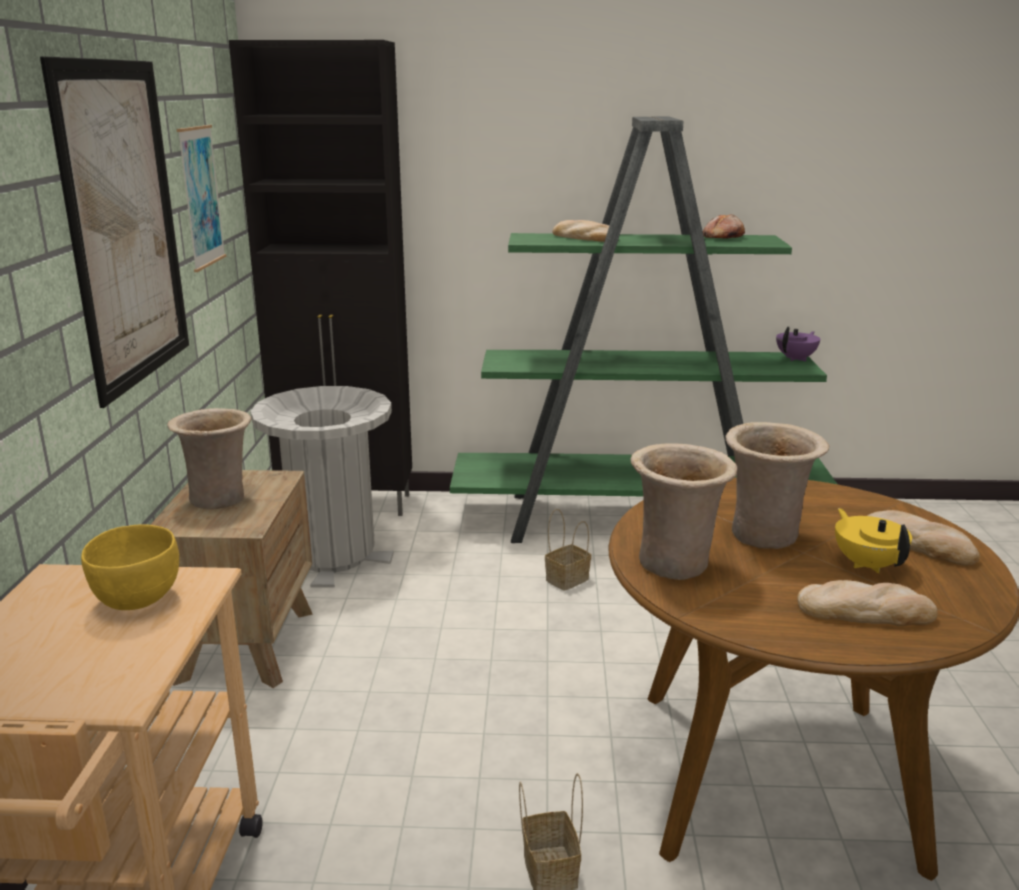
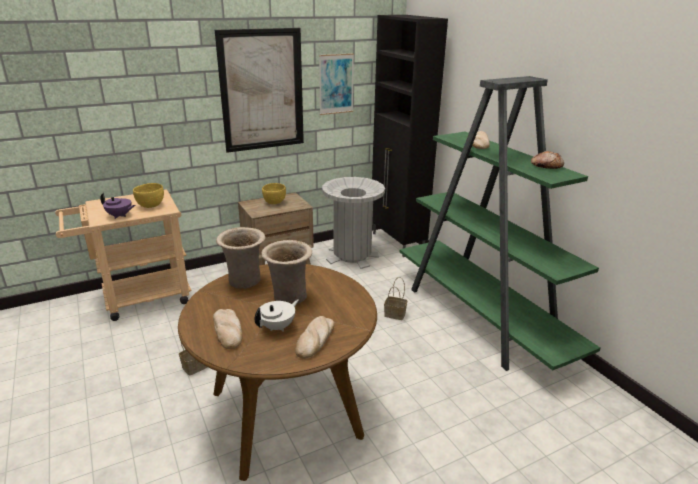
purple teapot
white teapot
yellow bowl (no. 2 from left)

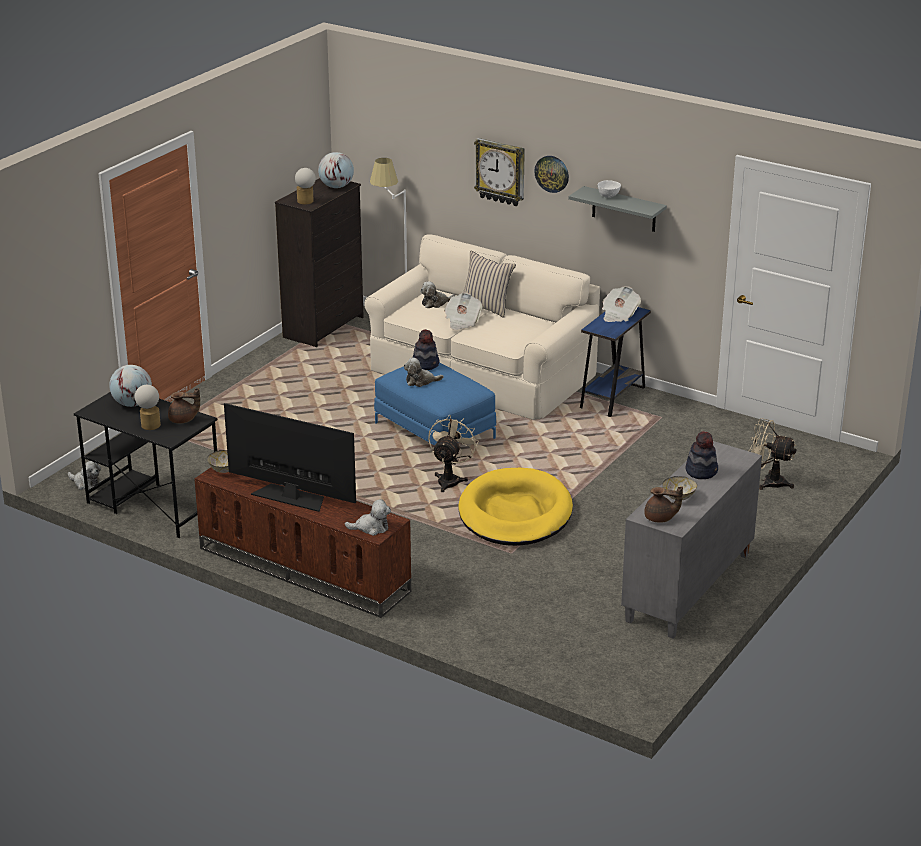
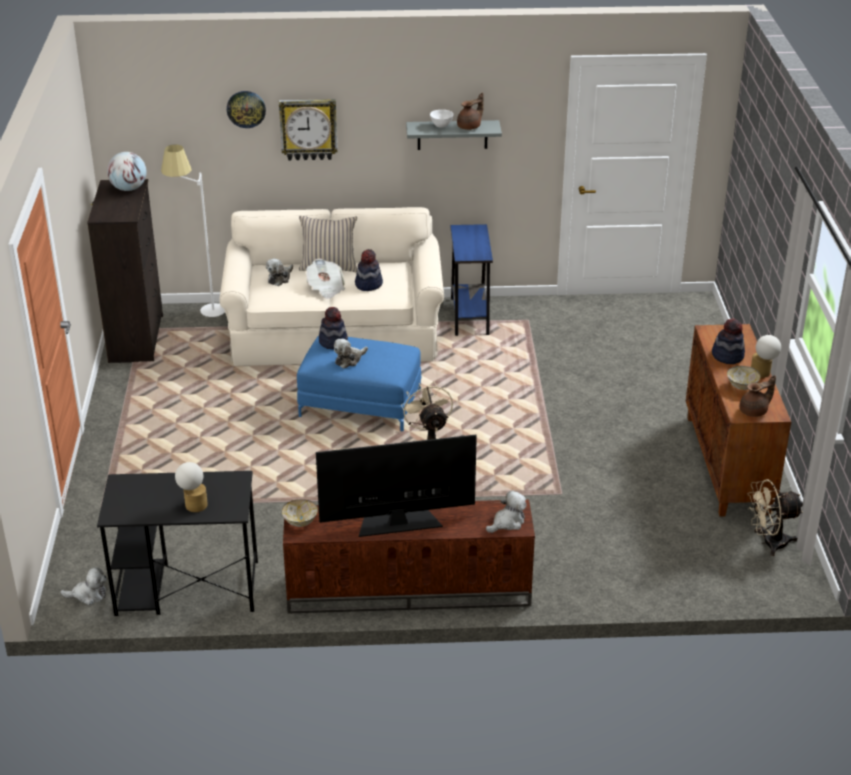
wall clock (no. 1 from left)
hat (no. 2 from left)
brown teapot (no. 1 from left)
brown cabinet
beige fan (no. 2 from left)
table lamp (no. 2 from left)
globe (no. 1 from left in the first image)
yellow dog bed
newspaper (no. 2 from left in the first image)

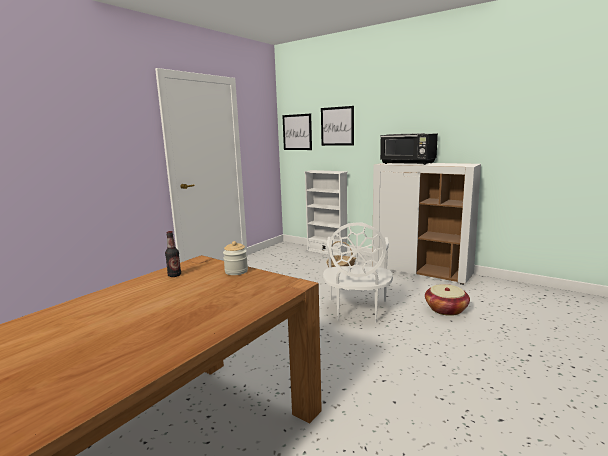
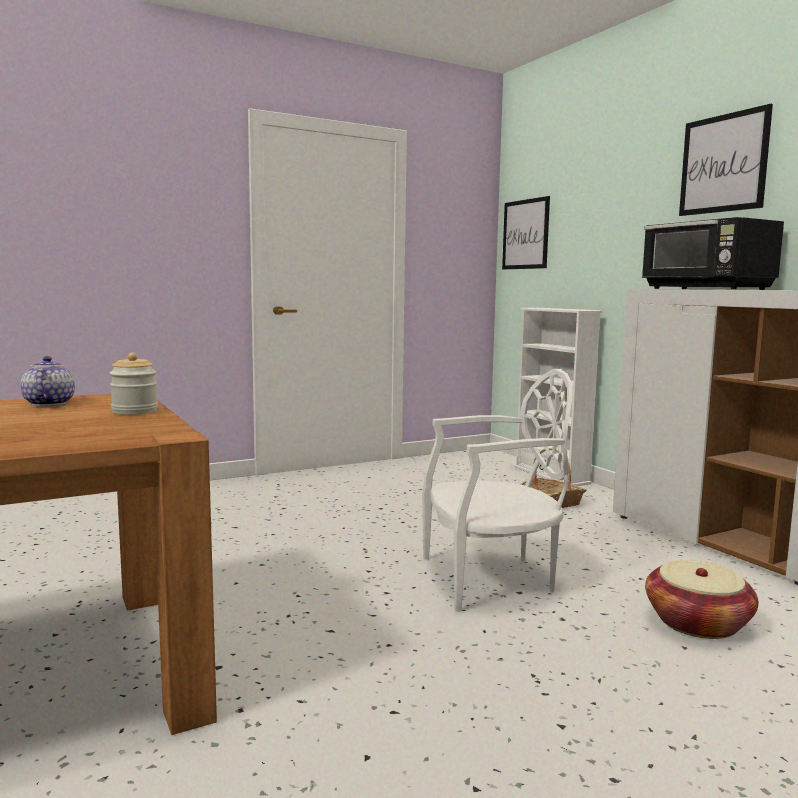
teapot
white chair
picture (no. 2 from left)

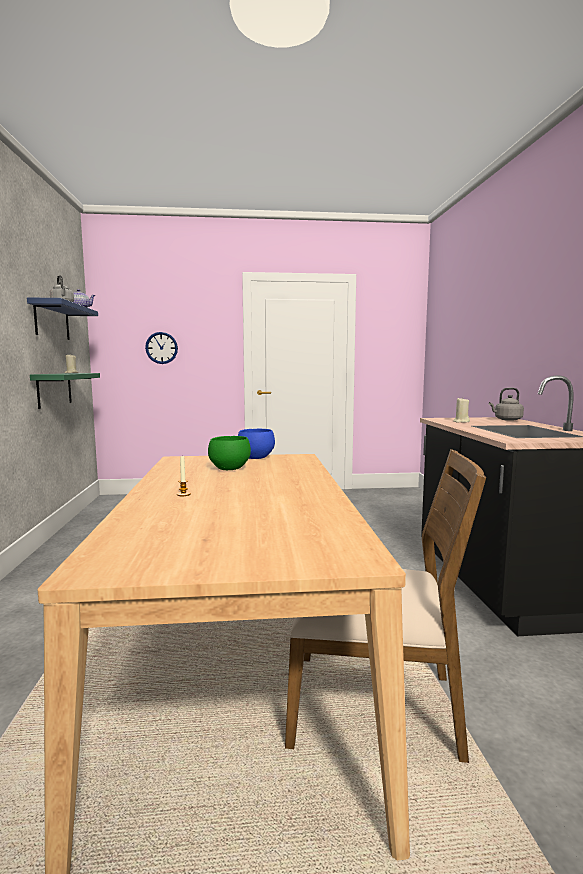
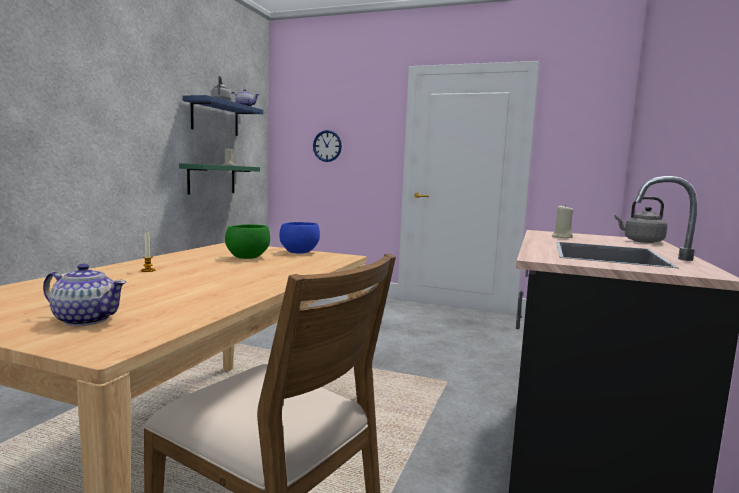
teapot (no. 1 from left)

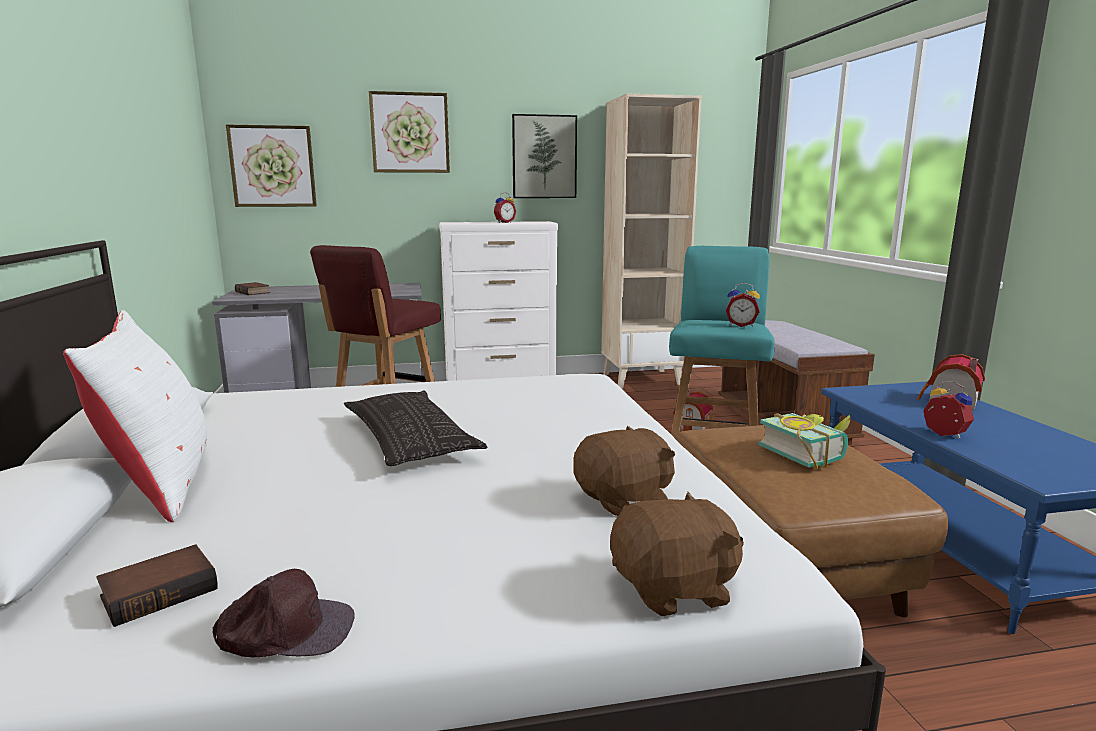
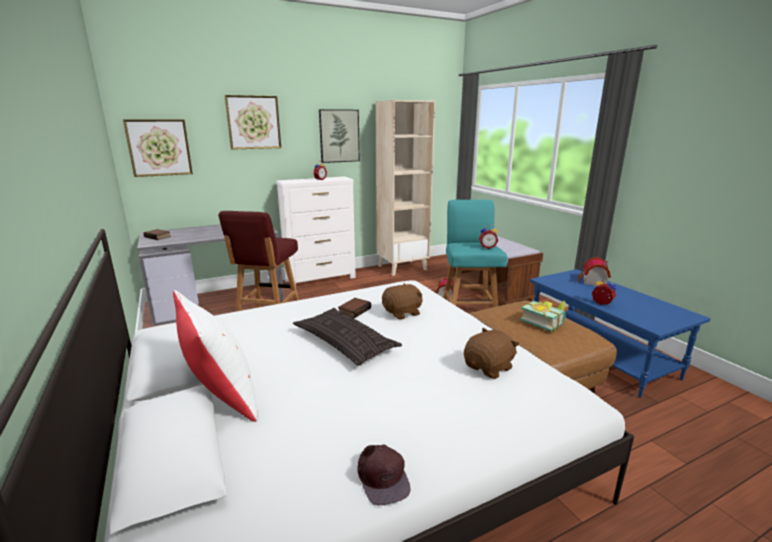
book (no. 2 from left)
brown cap
brown plush toy (no. 1 from left)

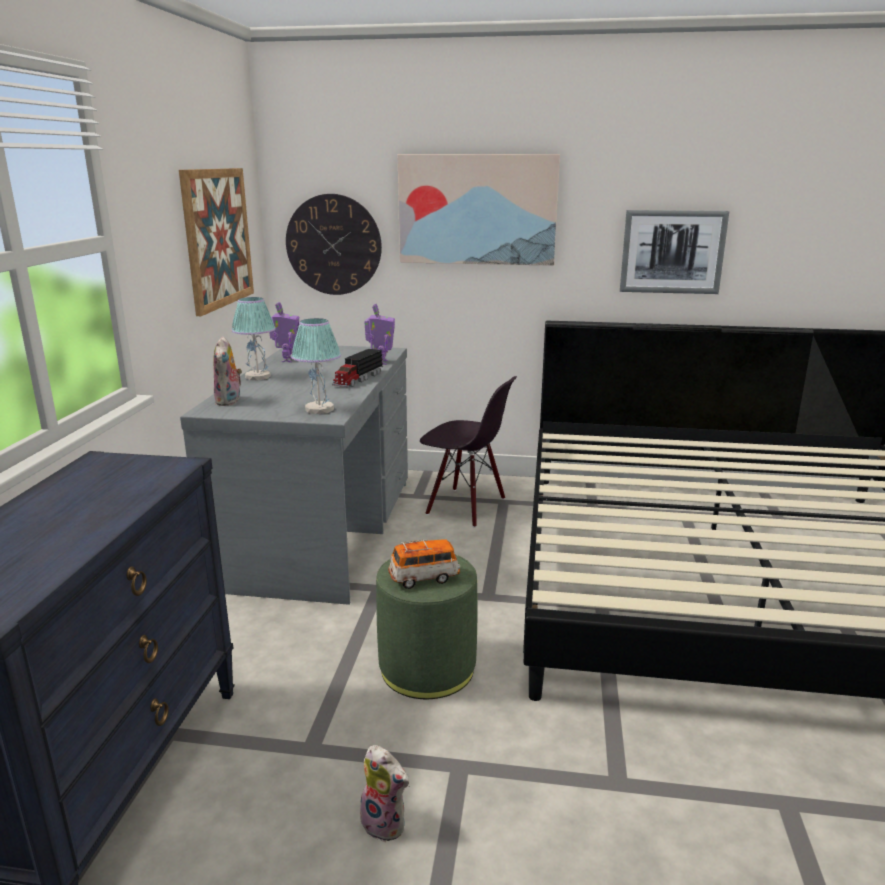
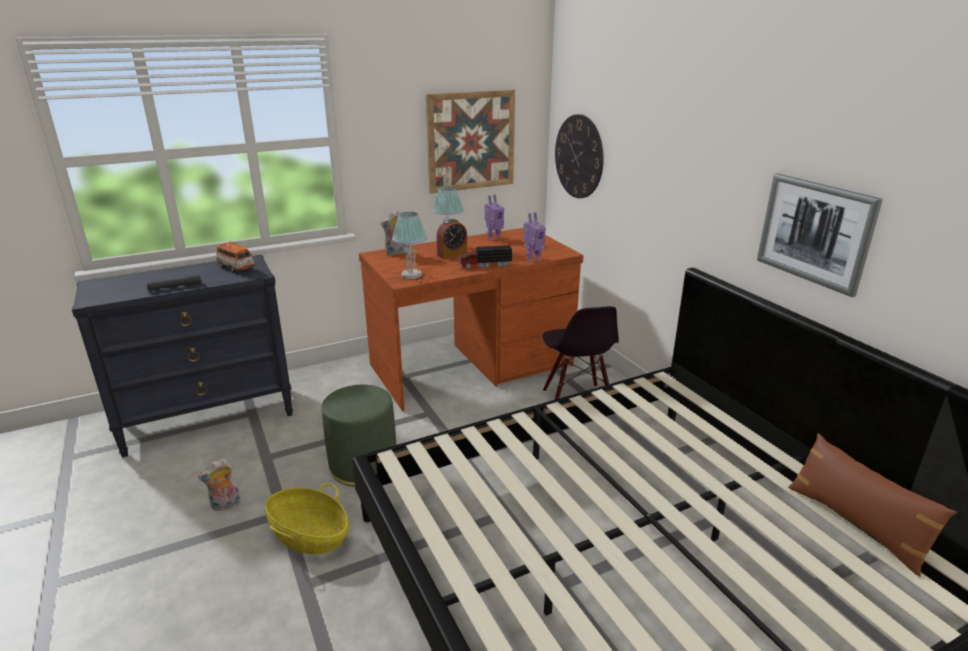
grey flashlight
plush toy (no. 1 from left)
toy car
basket
brown desk
alarm clock
brown pillow
picture (no. 2 from left in the first image)

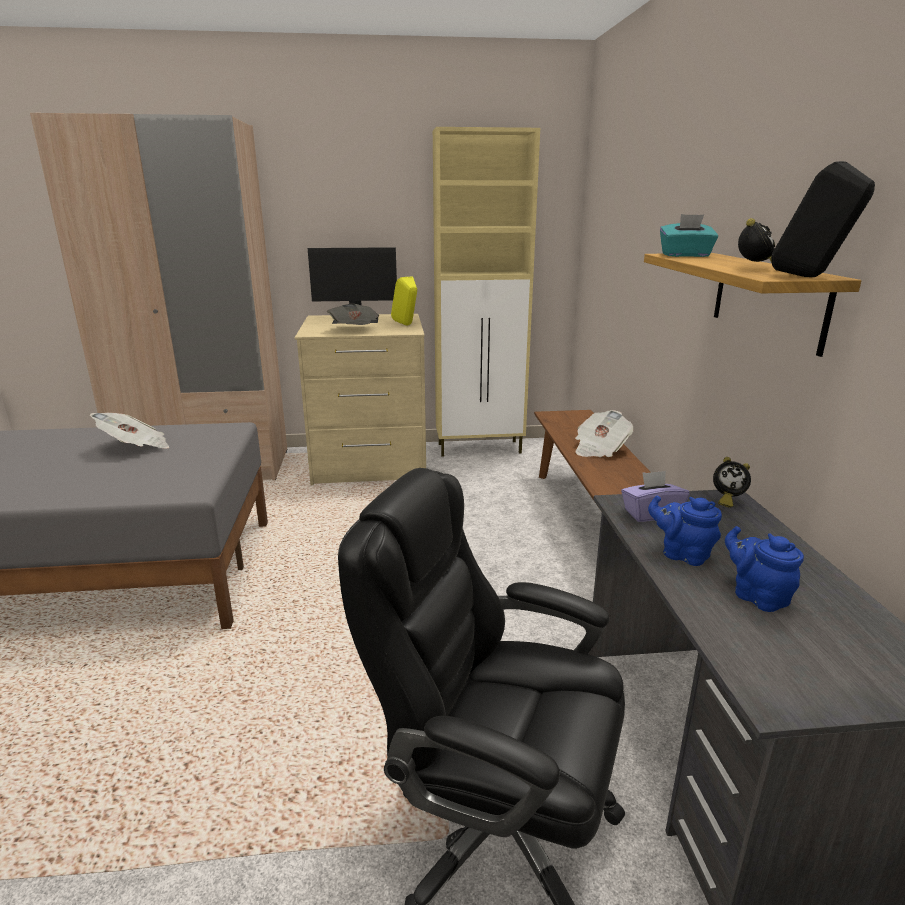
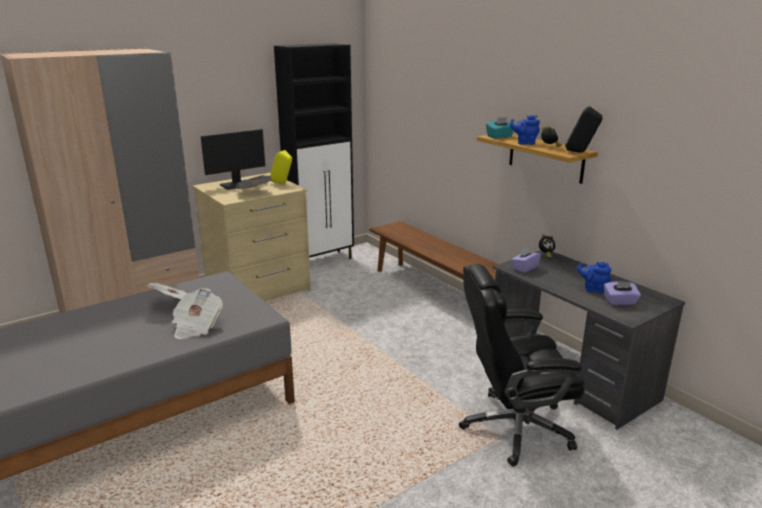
newspaper (no. 2 from left)
black cabinet
blue teapot (no. 1 from left)
purple tissue box (no. 2 from left)

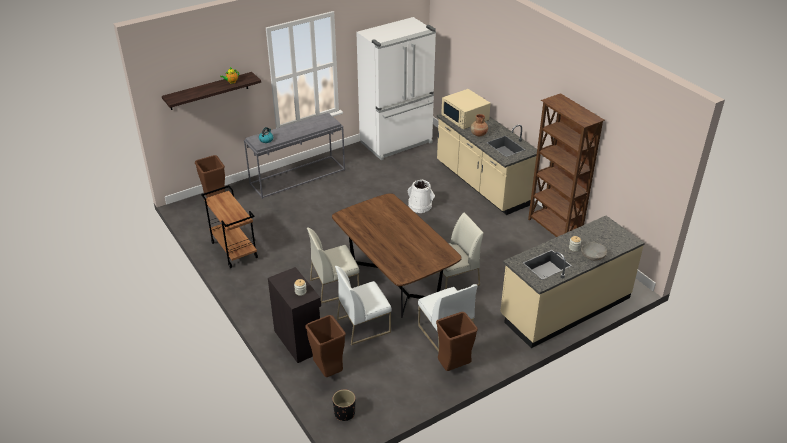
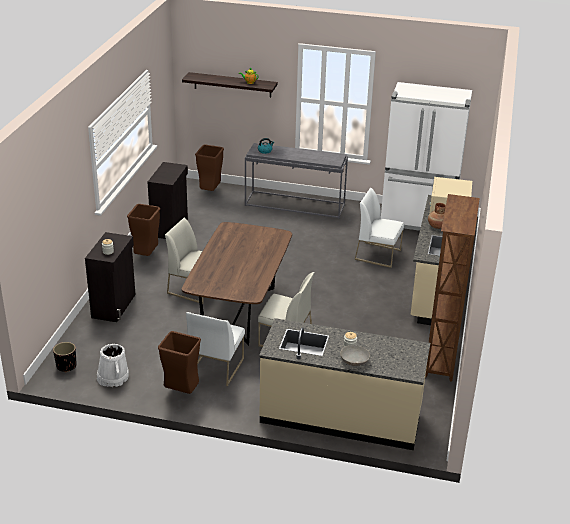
white bucket
brown trash can (no. 1 from left)
black cabinet (no. 2 from left)
white chair (no. 4 from left)

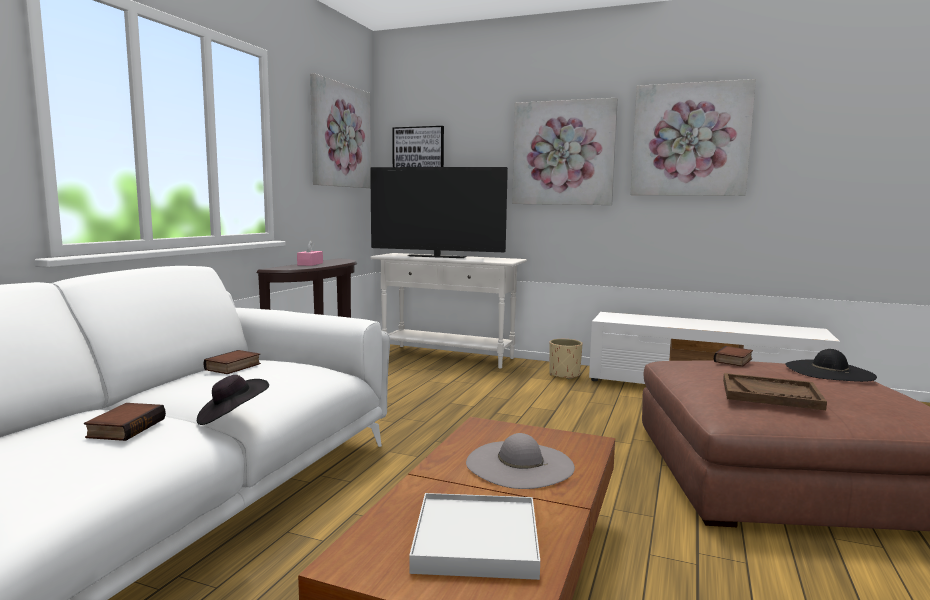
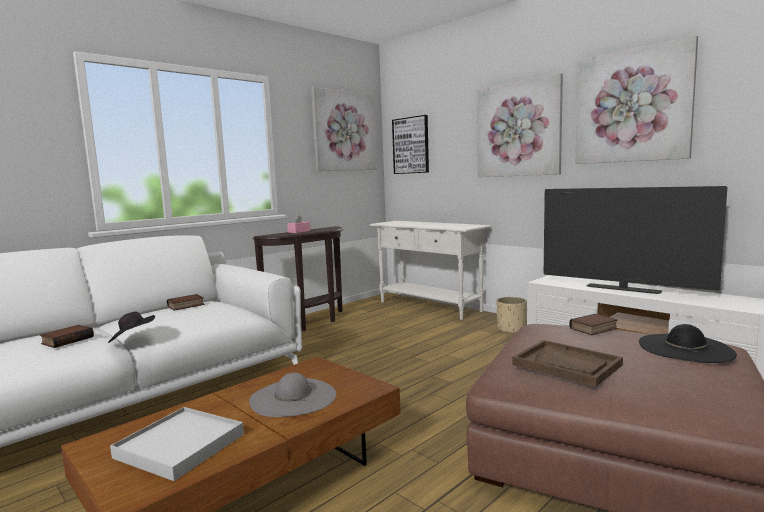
television

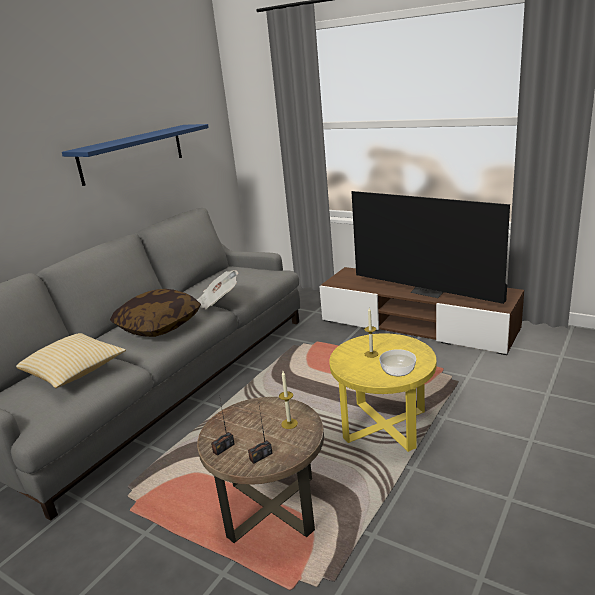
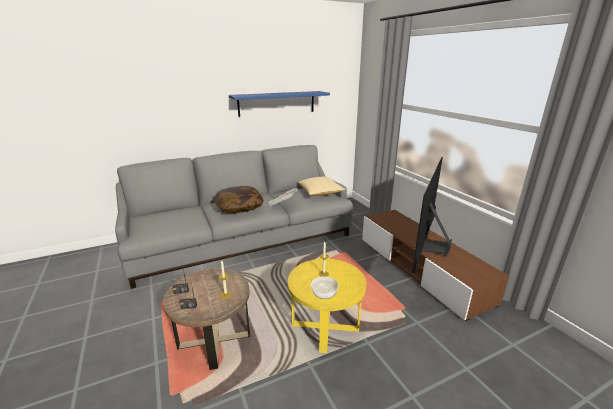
pillow (no. 2 from left)
television

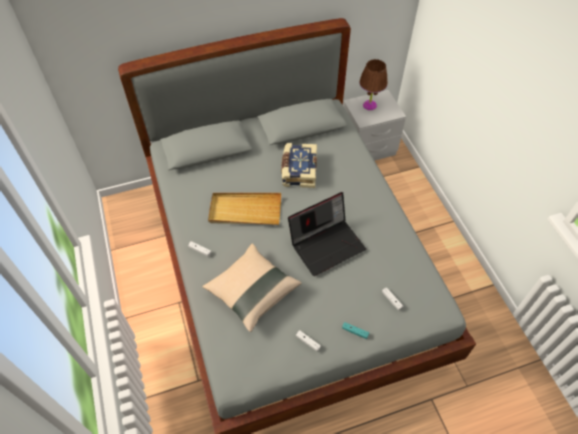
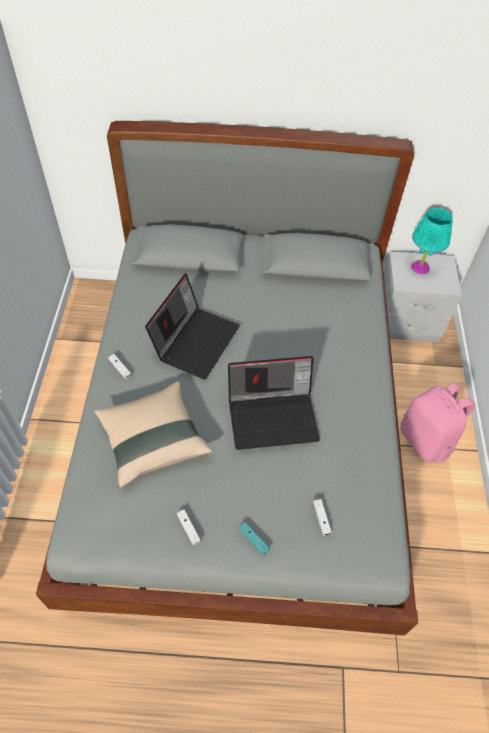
laptop (no. 1 from left)
pink backpack
turquoise table lamp
book

